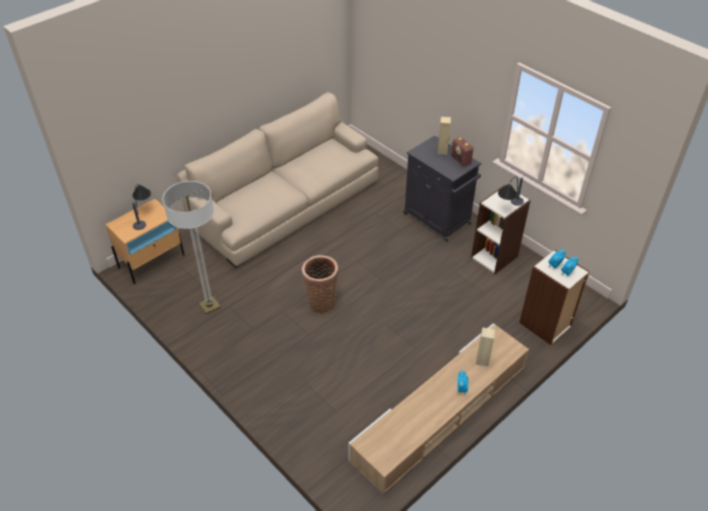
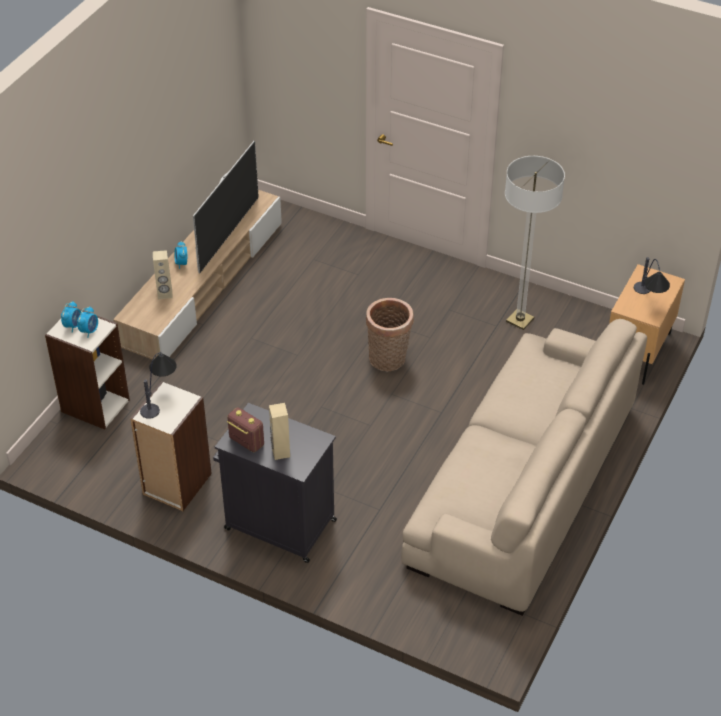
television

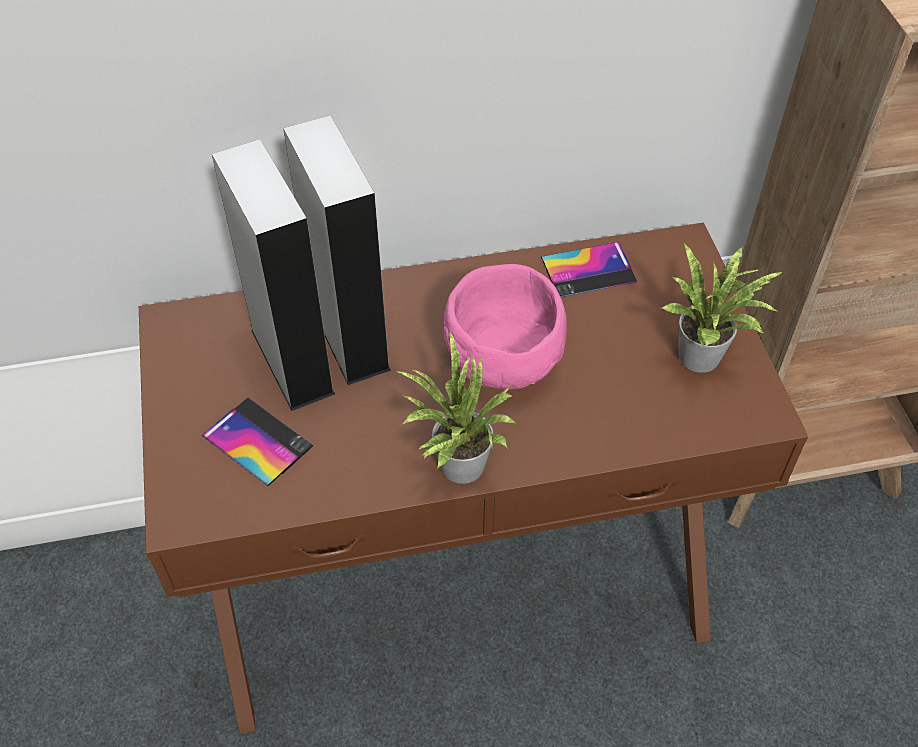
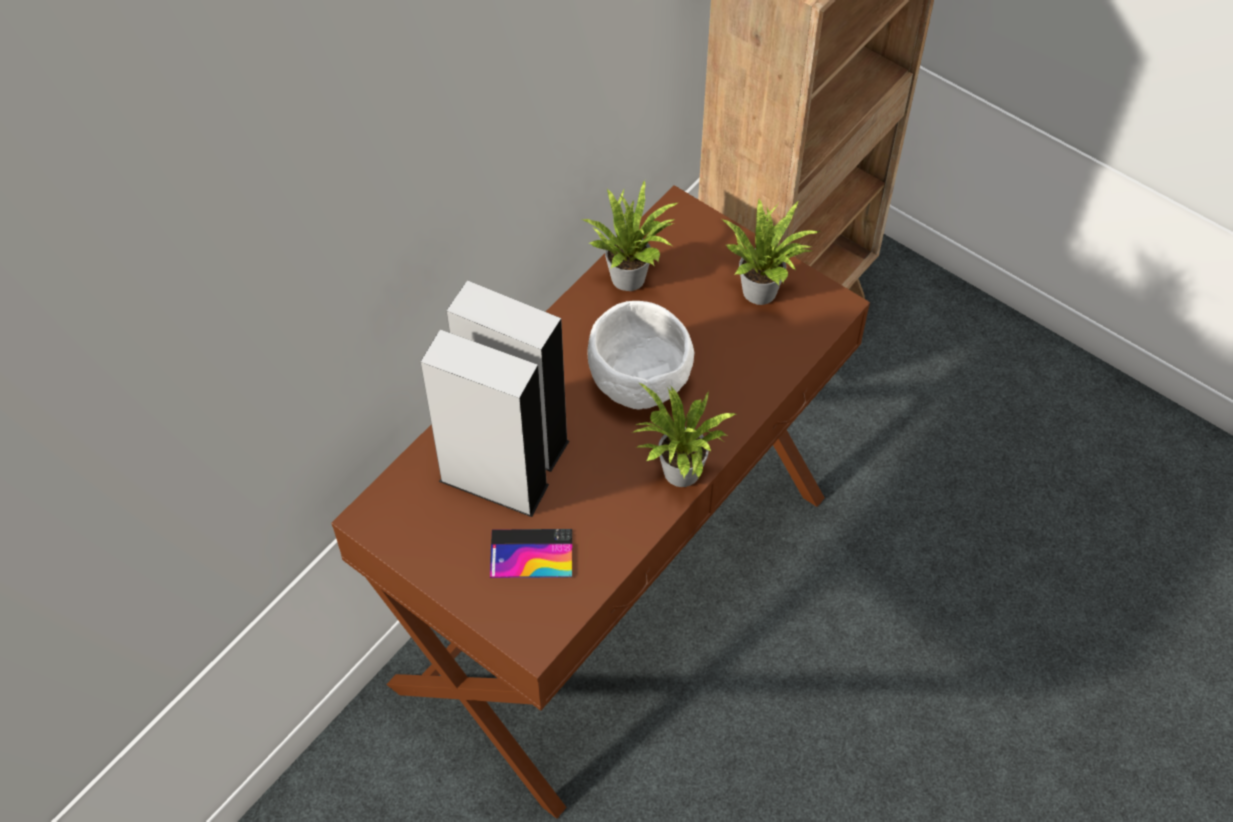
potted plant (no. 1 from left)
white bowl

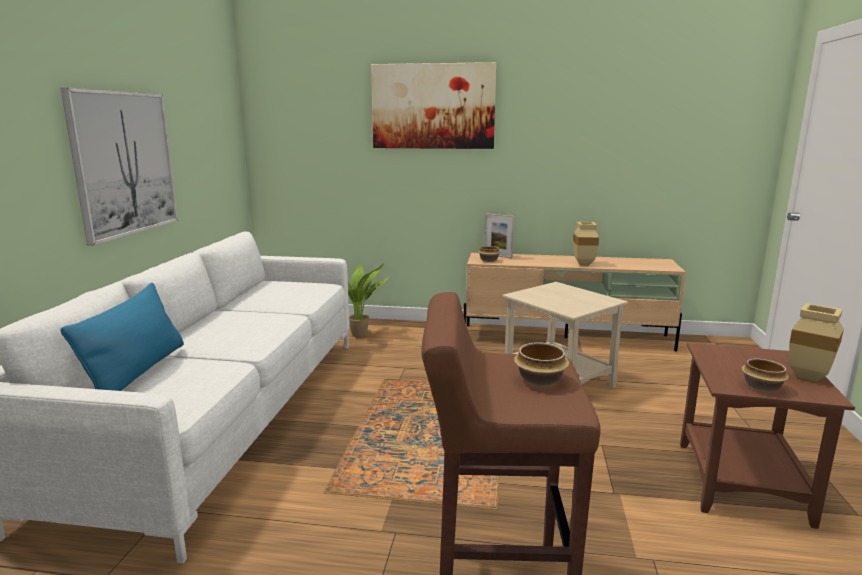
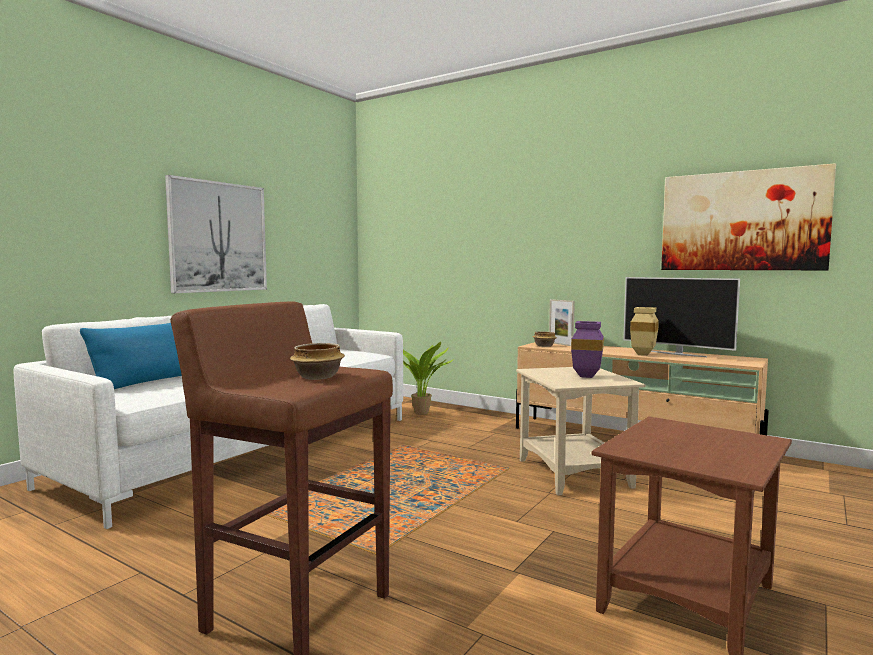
purple vase
television
picture (no. 2 from left)
bowl (no. 3 from left in the first image)
beige vase (no. 2 from left in the first image)

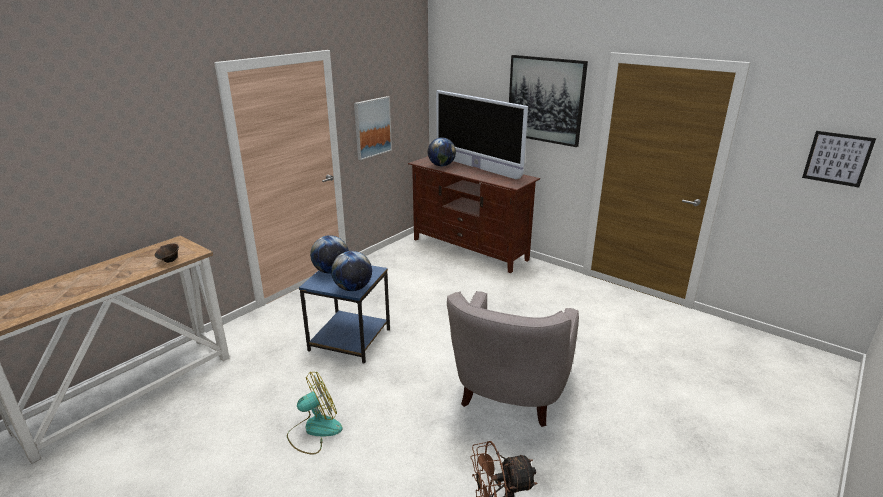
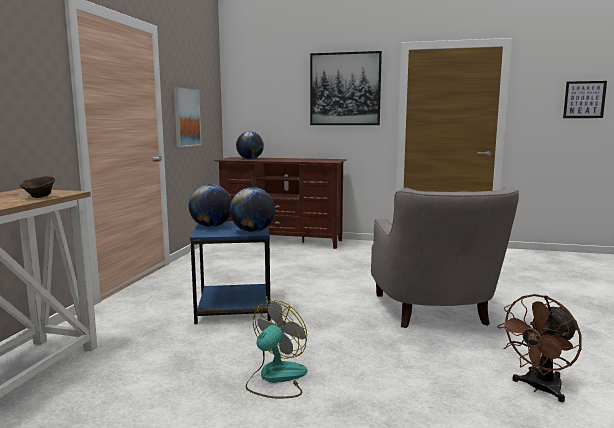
television

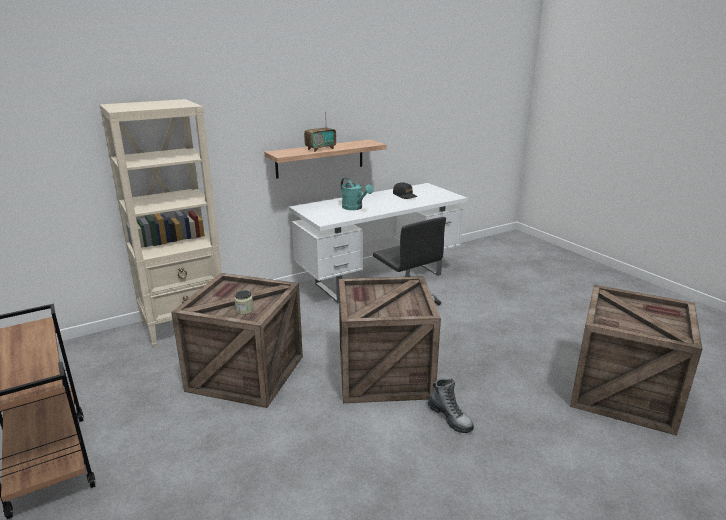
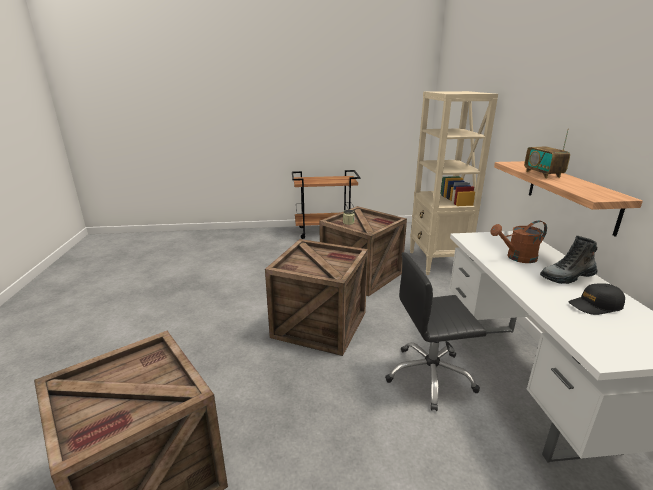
brown watering can
boot

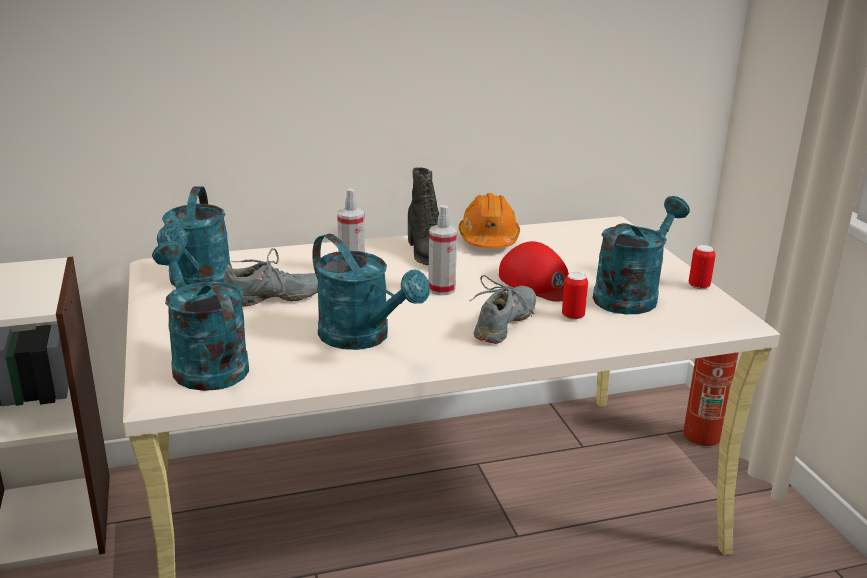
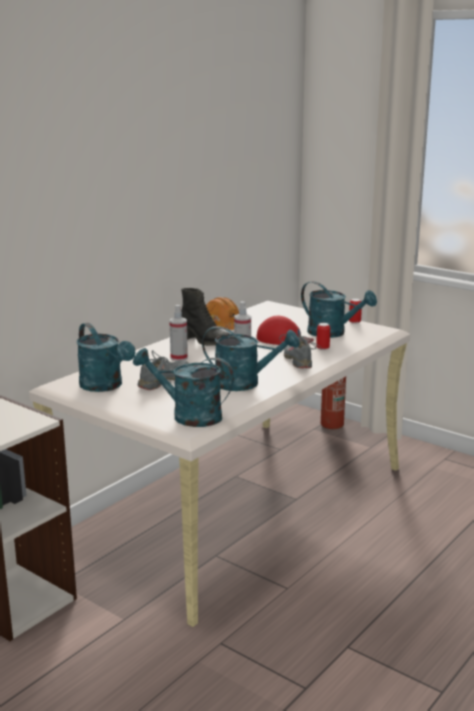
turquoise watering can (no. 4 from left)

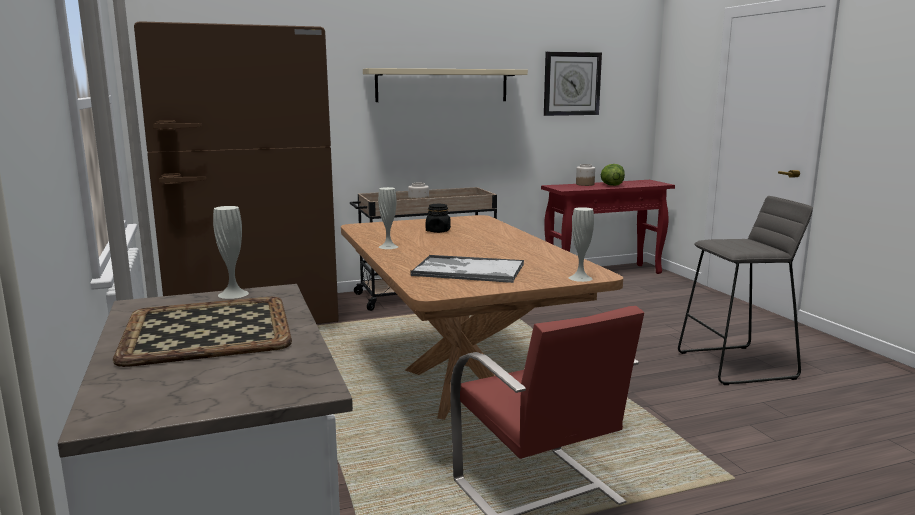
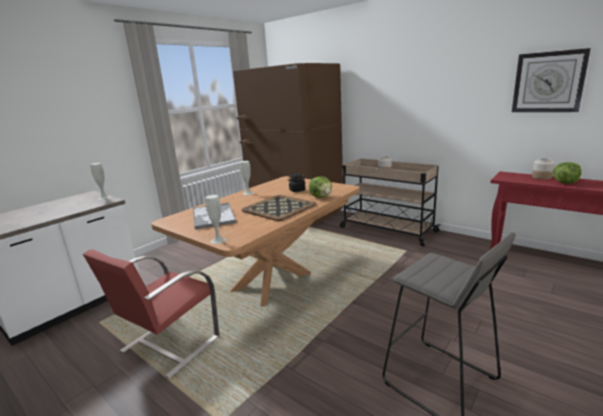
tray (no. 2 from left)
lettuce (no. 1 from left)
beige shelf

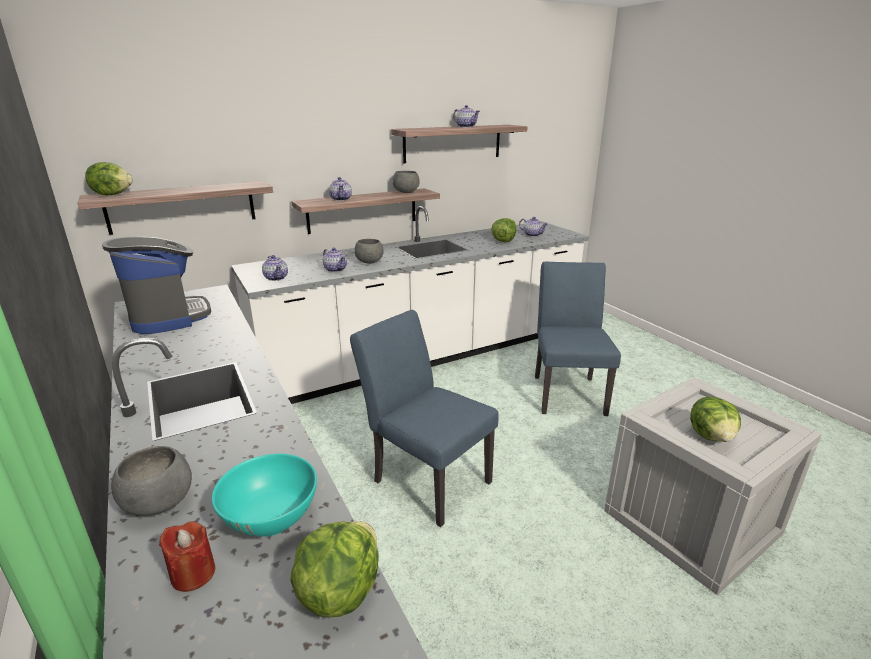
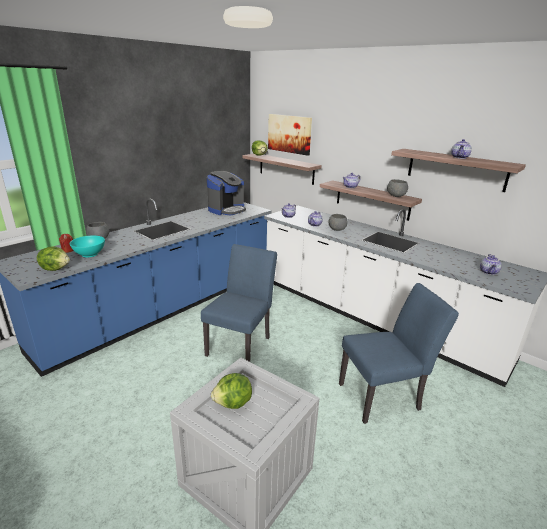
picture
lettuce (no. 3 from left in the first image)

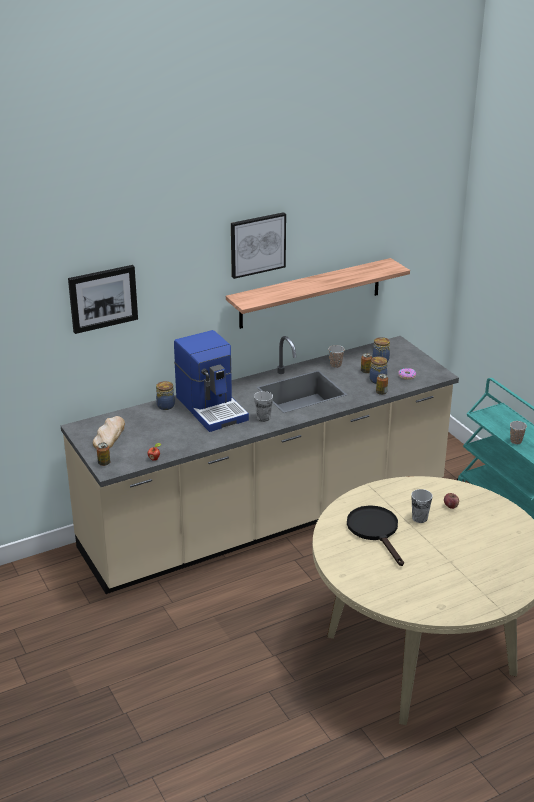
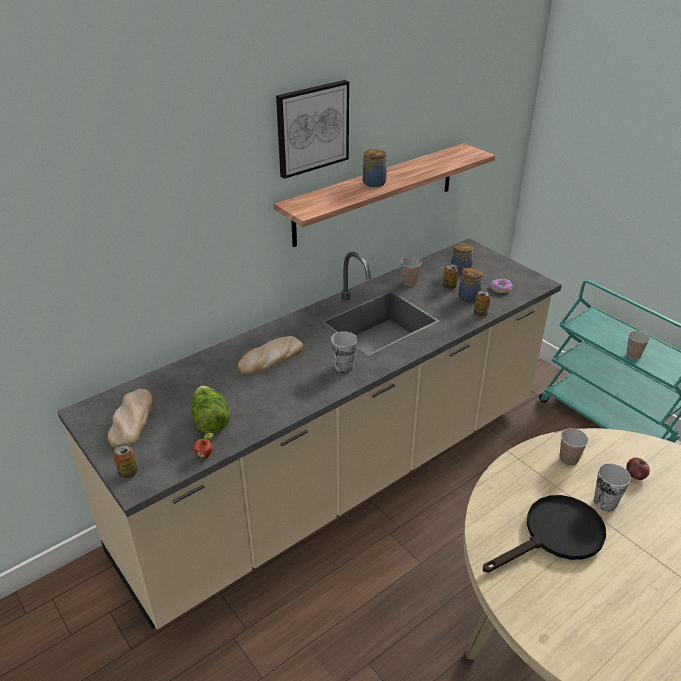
lettuce
bread (no. 2 from left)
jar (no. 1 from left)
black frying pan
cup (no. 3 from left)
picture (no. 1 from left in the first image)

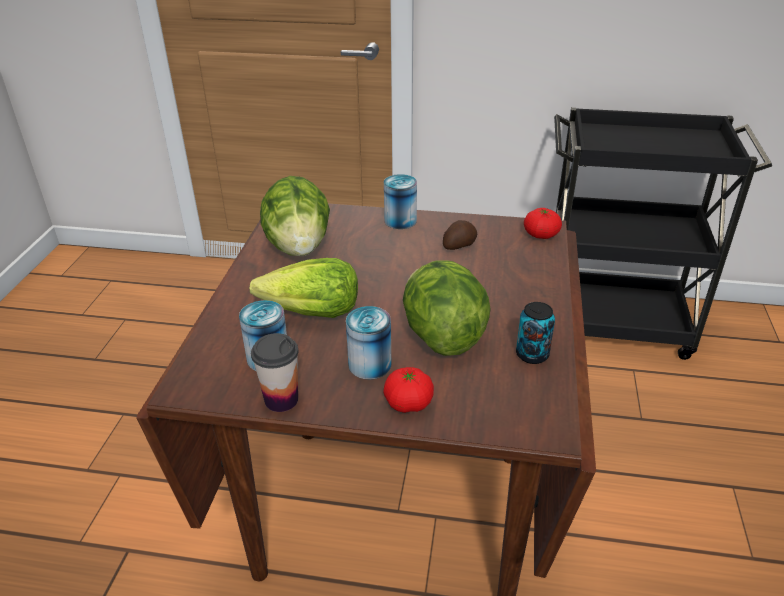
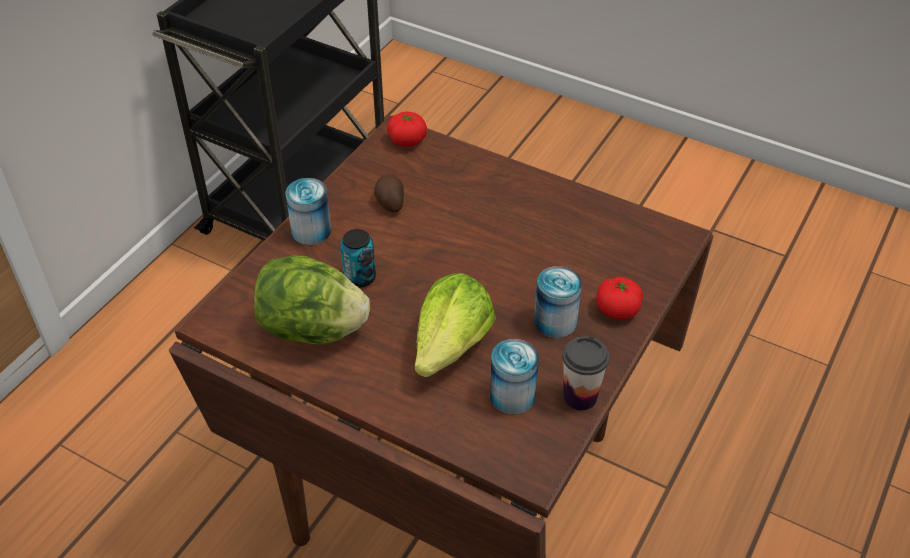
can (no. 2 from left)
lettuce (no. 3 from left in the first image)

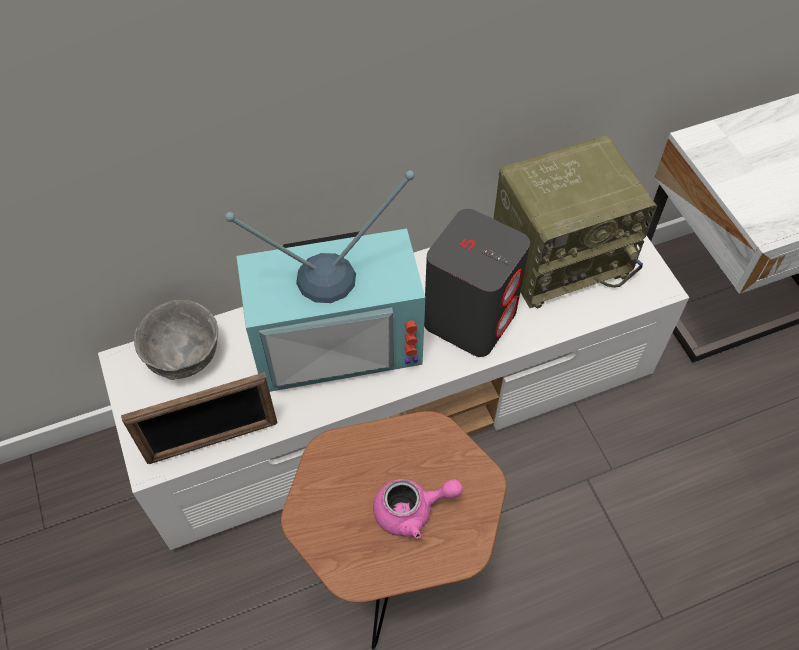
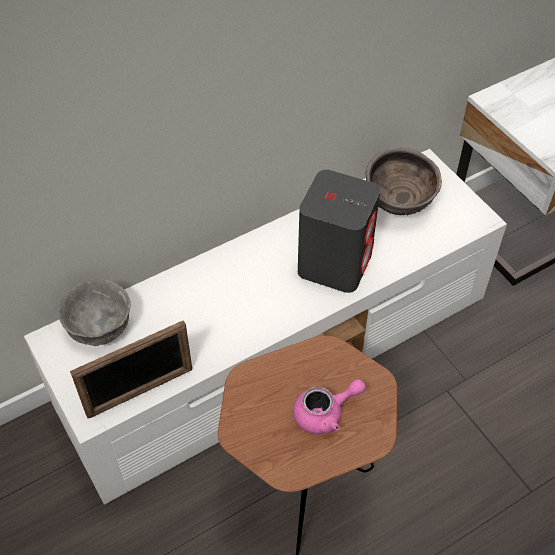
brown bowl
television

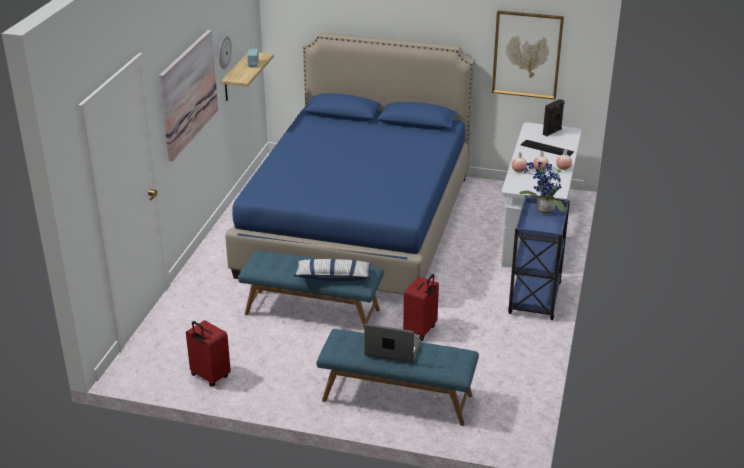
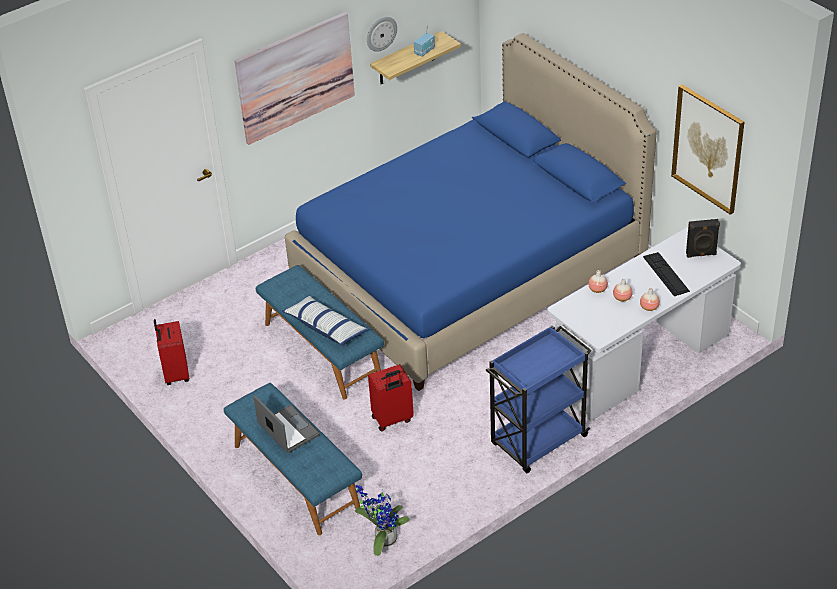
potted plant

